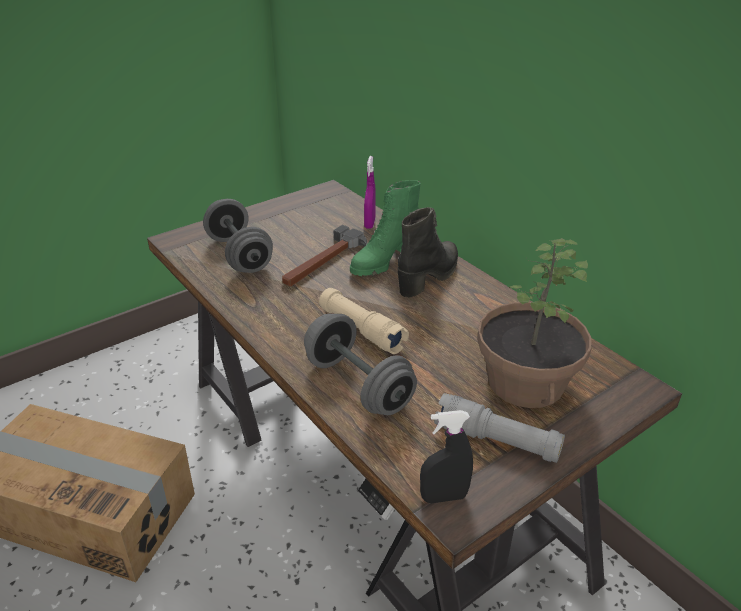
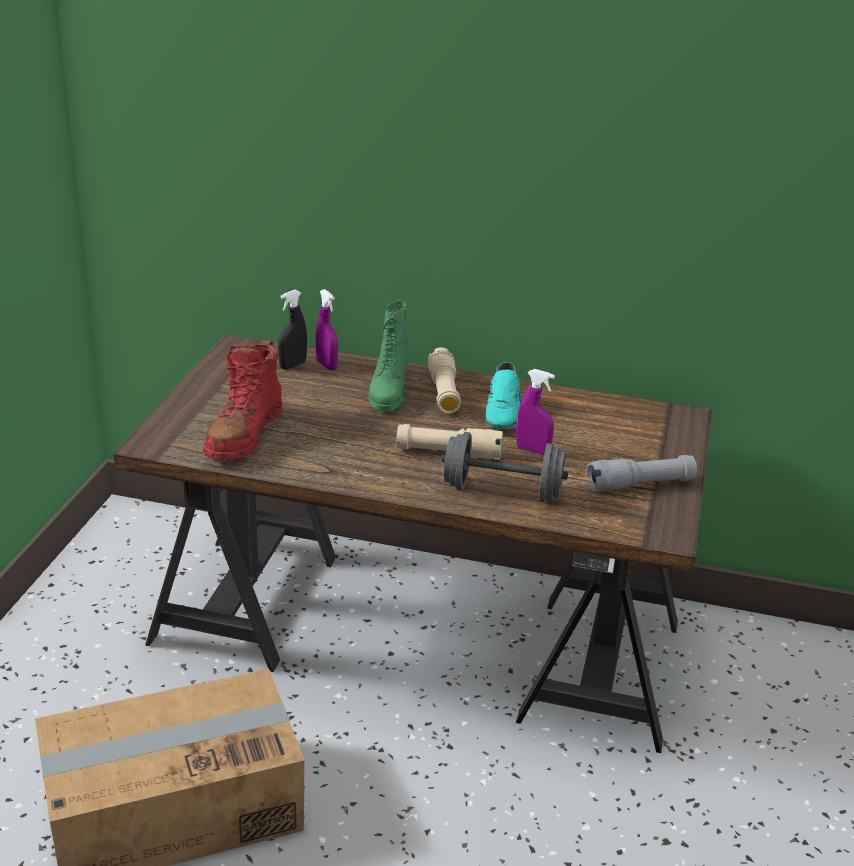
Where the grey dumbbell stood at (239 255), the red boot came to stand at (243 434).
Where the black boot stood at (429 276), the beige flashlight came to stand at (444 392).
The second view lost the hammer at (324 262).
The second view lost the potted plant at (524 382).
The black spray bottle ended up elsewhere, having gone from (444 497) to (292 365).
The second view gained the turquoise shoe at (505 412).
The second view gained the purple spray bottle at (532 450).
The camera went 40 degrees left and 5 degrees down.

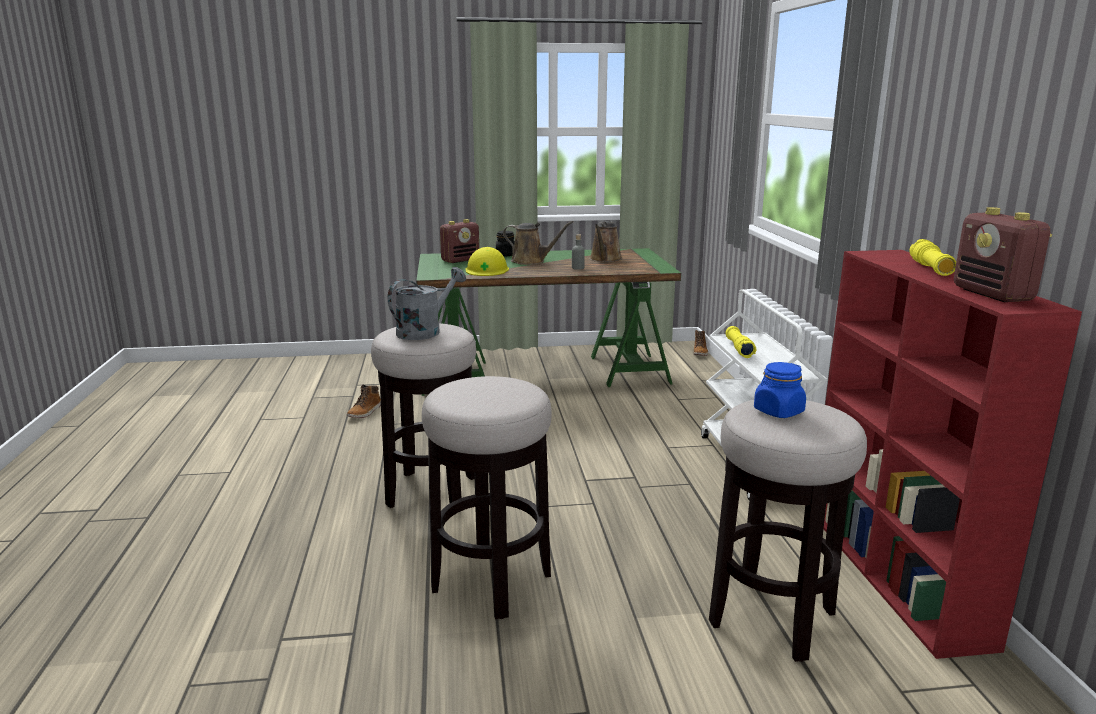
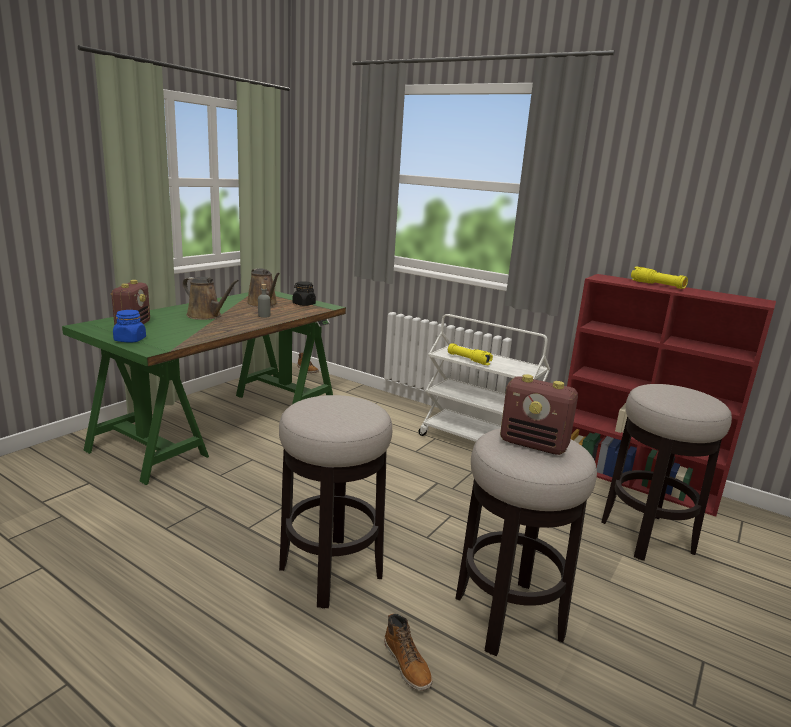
The radio ended up elsewhere, having gone from (993 295) to (534 444).
The brown watering can at (531 261) ended up facing another way, 60 degrees clockwise from before.
The black jar ended up elsewhere, having gone from (505 255) to (303 304).
The second view lost the yellow hard hat at (487 270).
The second view lost the grey watering can at (425 331).
The blue jar ended up elsewhere, having gone from (778 411) to (130 340).
The boot ended up elsewhere, having gone from (365 412) to (407 664).
The camera went 50 degrees left and 0 degrees up.

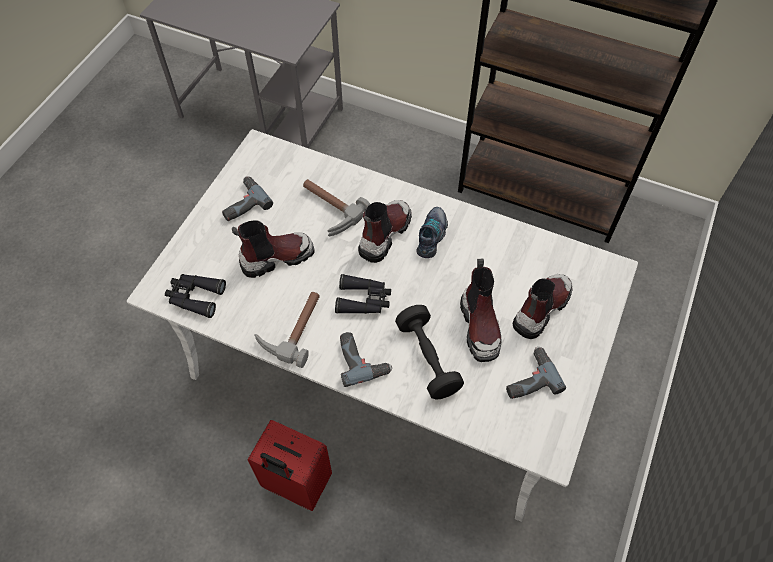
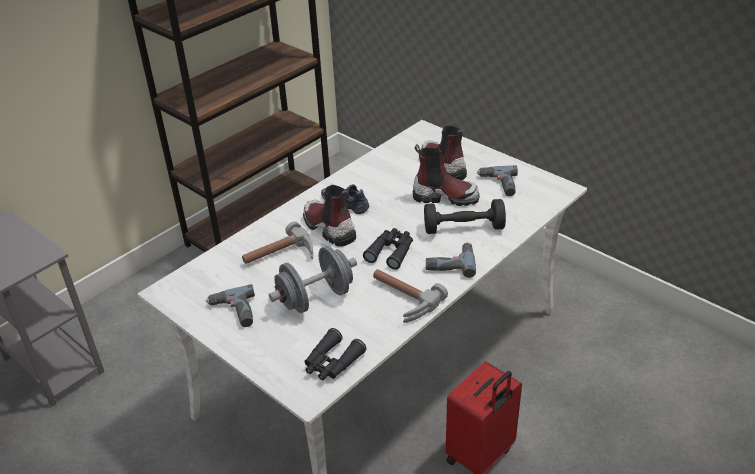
Where the boot stood at (276 257), the grey dumbbell came to stand at (316 298).
The camera went 70 degrees left and 20 degrees down.

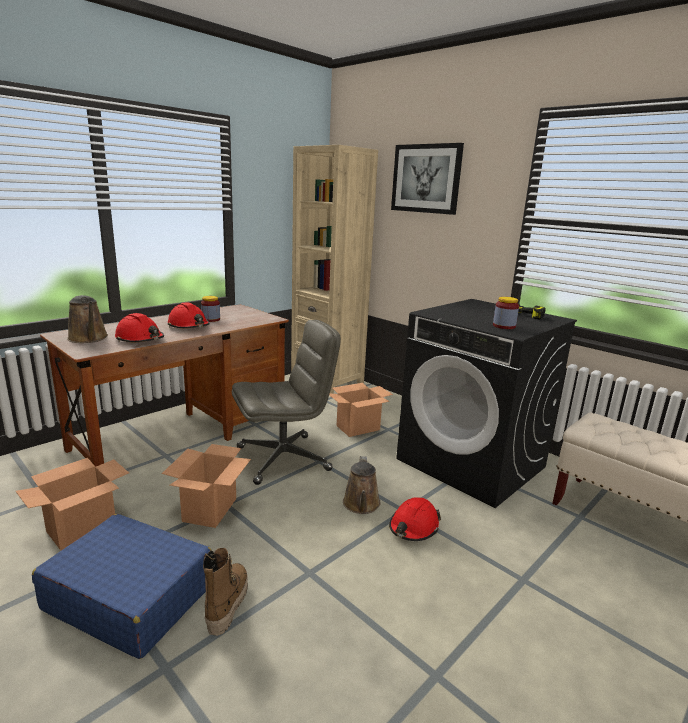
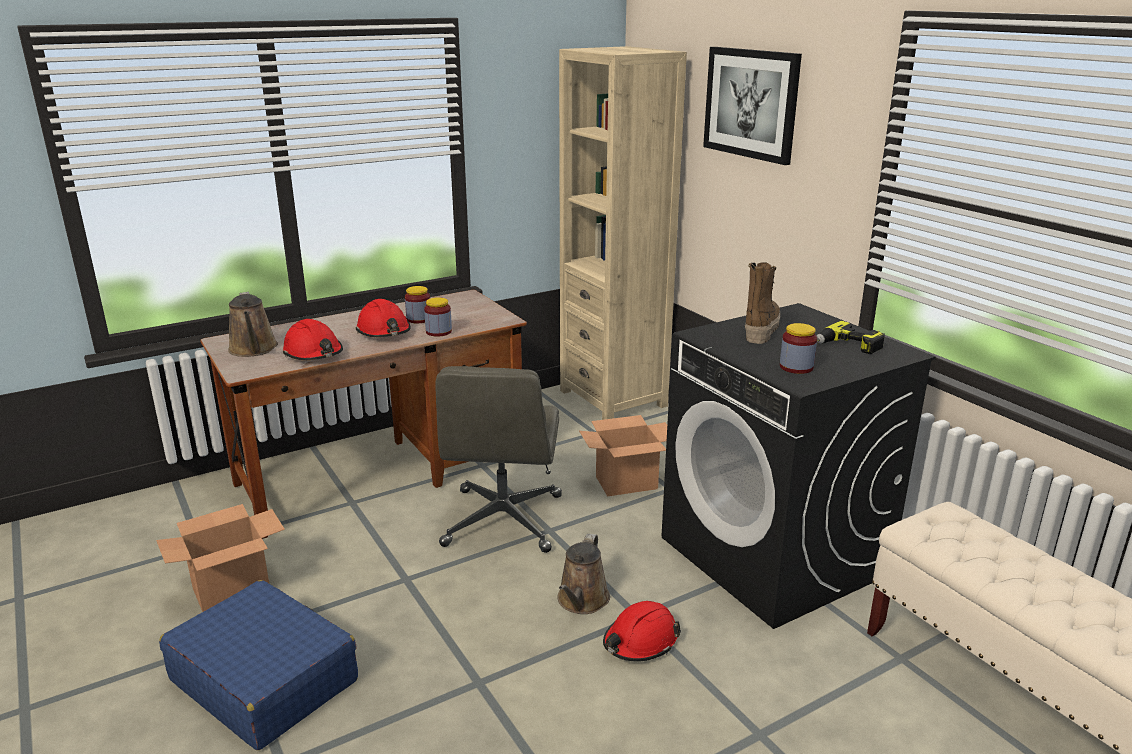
The grey office chair at (284 458) ended up facing another way, 105 degrees clockwise from before.
The second view lost the cardboard box at (210 509).
The boot ended up elsewhere, having gone from (226 604) to (760 330).
The second view gained the jar at (438 332).
The camera went 15 degrees right and 5 degrees up.

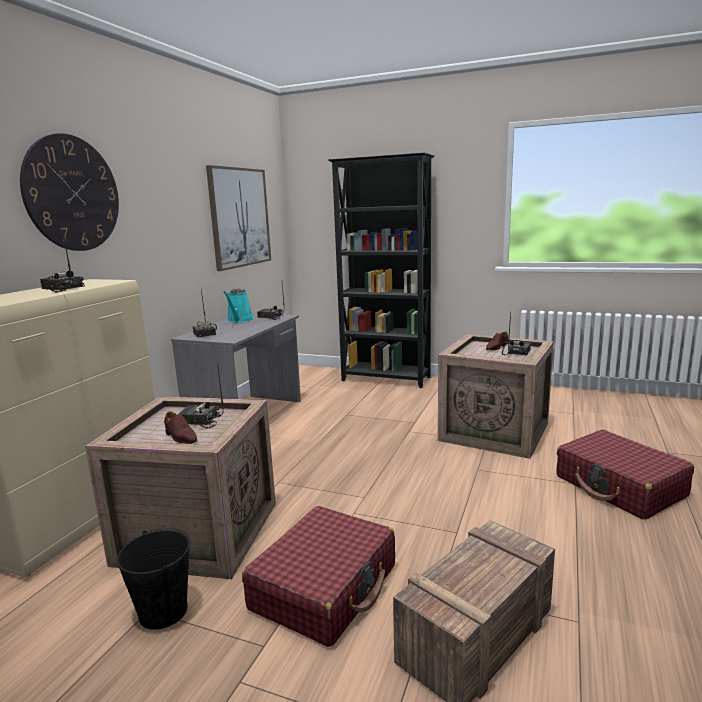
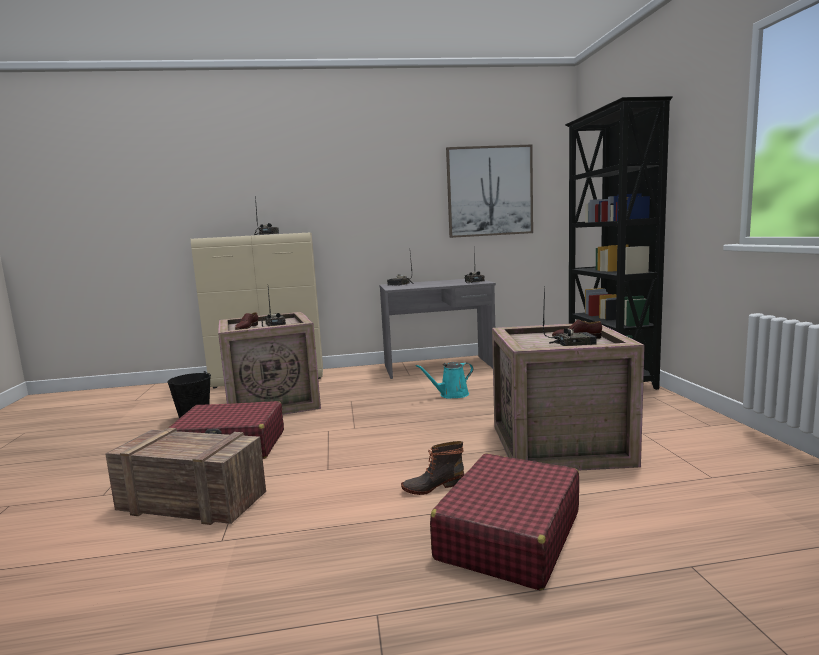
The second view lost the wall clock at (72 193).
The turquoise watering can ended up elsewhere, having gone from (239 320) to (451 395).
The second view gained the boot at (432 486).
The camera went 60 degrees right and 5 degrees down.

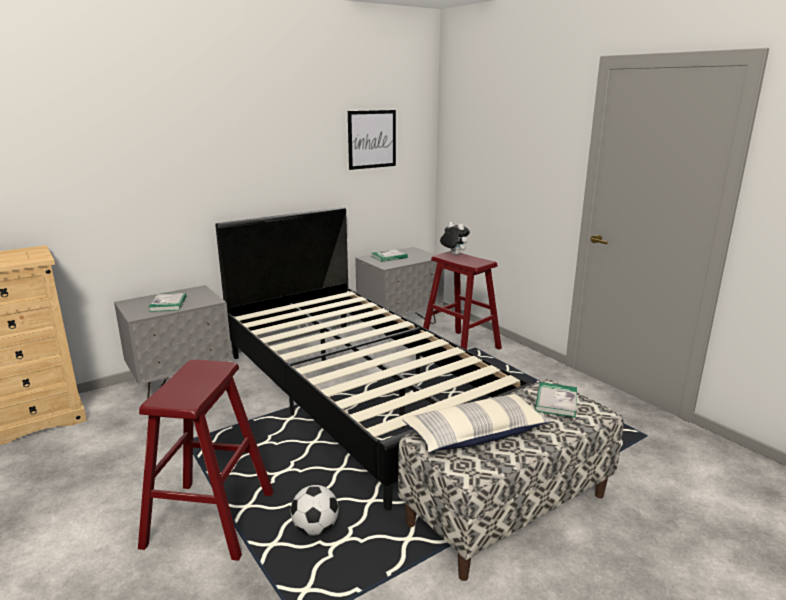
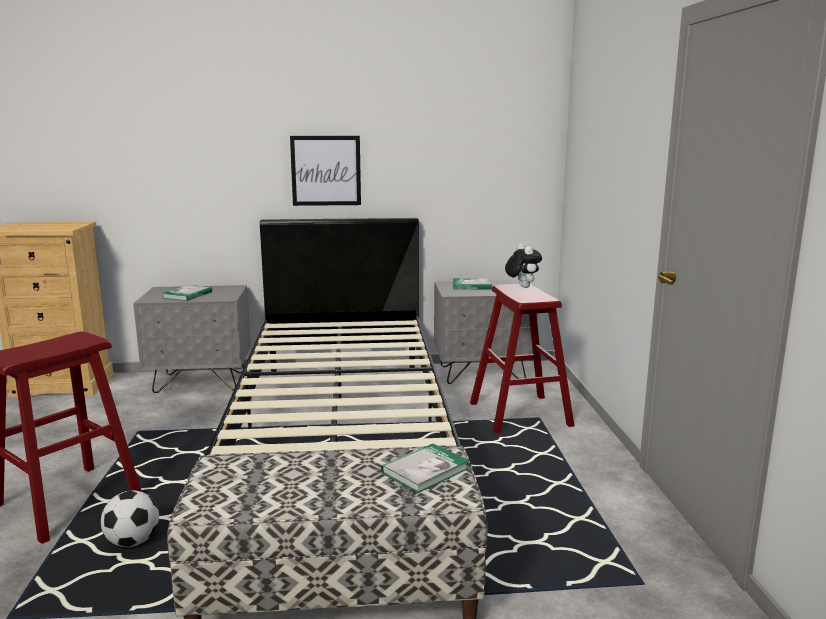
The picture ended up elsewhere, having gone from (372 139) to (326 170).
The second view lost the pillow at (475 434).
The camera went 30 degrees right and 5 degrees down.

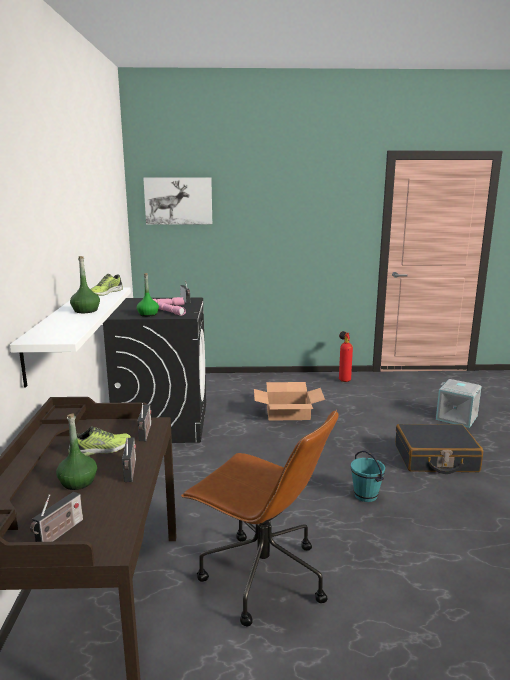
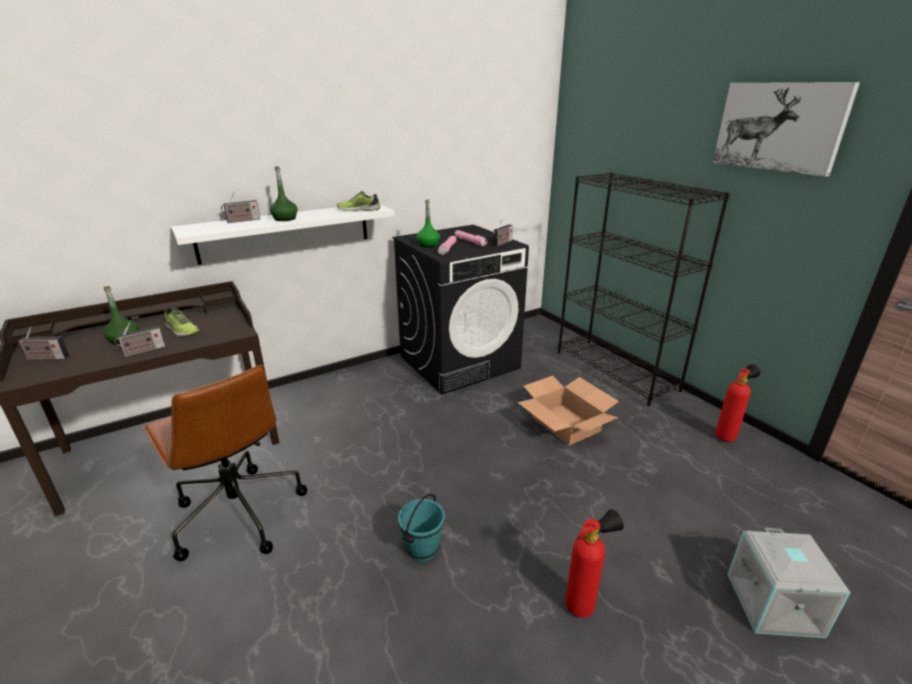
The picture ended up elsewhere, having gone from (178 201) to (779 127).
The radio ended up elsewhere, having gone from (145 433) to (242 221).
The brown office chair at (261 576) ended up facing another way, 45 degrees counterclockwise from before.
Where the black suitcase stood at (435 459), the fire extinguisher came to stand at (584 604).
The second view gained the black bookcase at (616 370).
The camera went 60 degrees right and 10 degrees up.

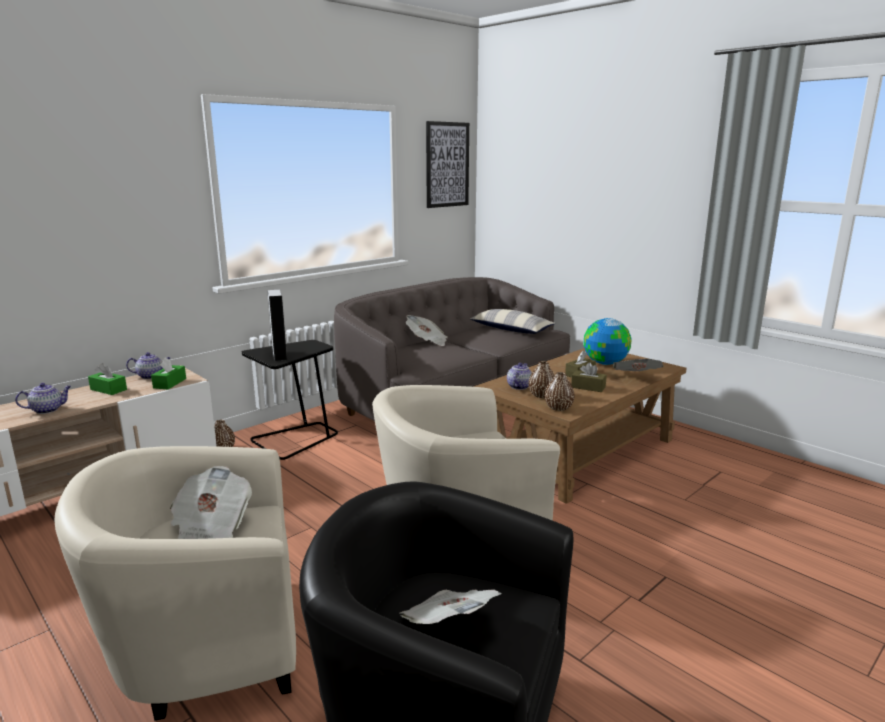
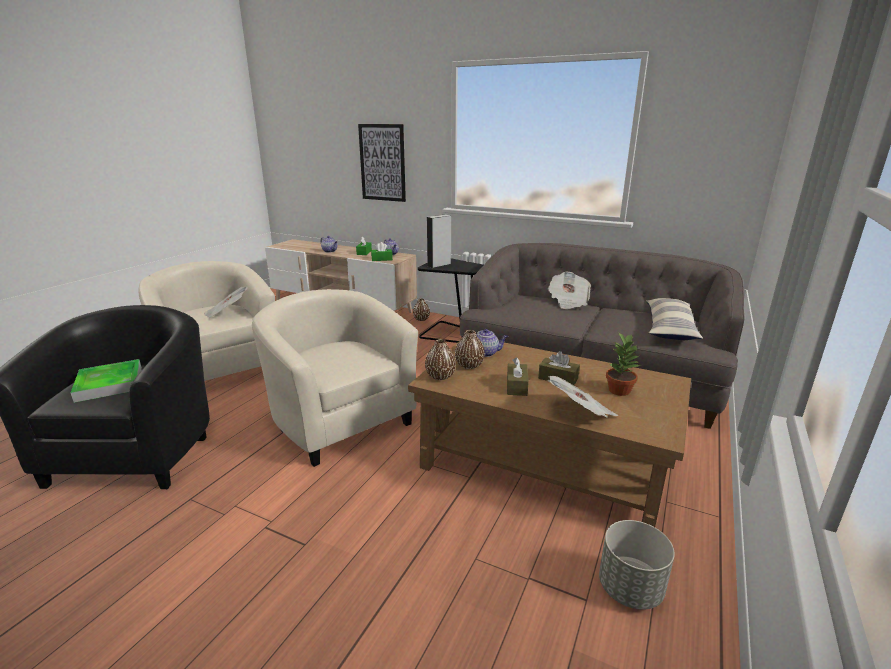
The picture ended up elsewhere, having gone from (447 165) to (382 163).
Where the globe stood at (604 363), the potted plant came to stand at (619 390).
Where the newspaper stood at (449 626), the tray came to stand at (109 384).
The second view gained the grey planter at (630 589).
The camera went 70 degrees right and 5 degrees up.

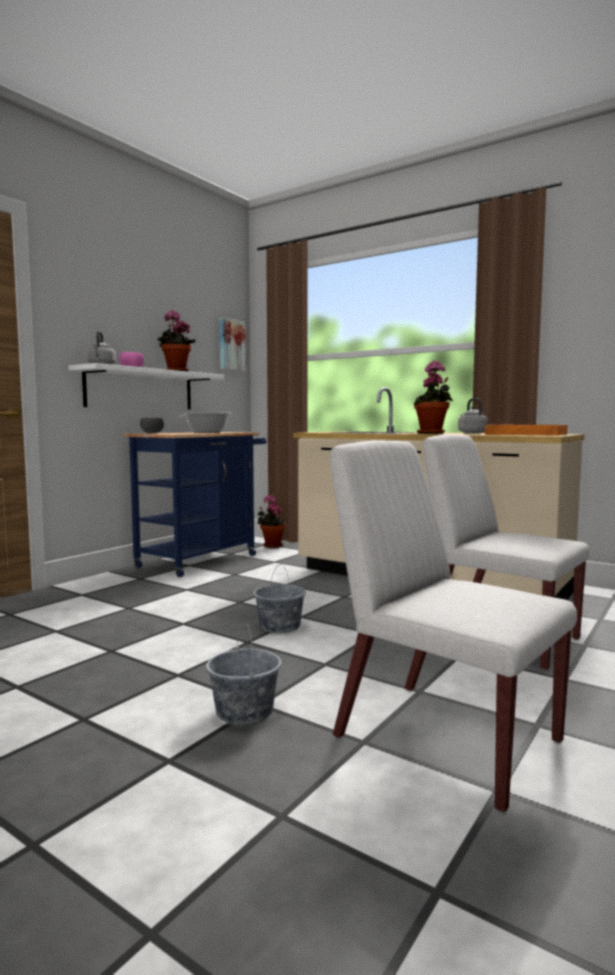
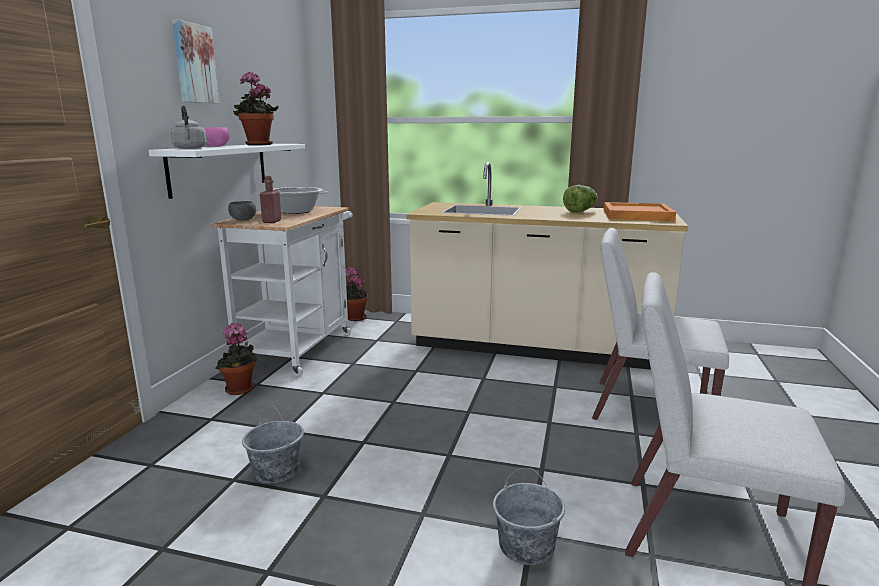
The picture ended up elsewhere, having gone from (231 345) to (194 64).
The potted plant ended up elsewhere, having gone from (432 433) to (240 390).
Where the grey kettle stood at (471 433), the lettuce came to stand at (580 211).
What was the blue cart at (202 559) turned into the white cart at (300 346).
The grey bucket ended up elsewhere, having gone from (279 626) to (276 470).
The second view gained the red bottle at (272 221).
The camera went 20 degrees left and 10 degrees up.

